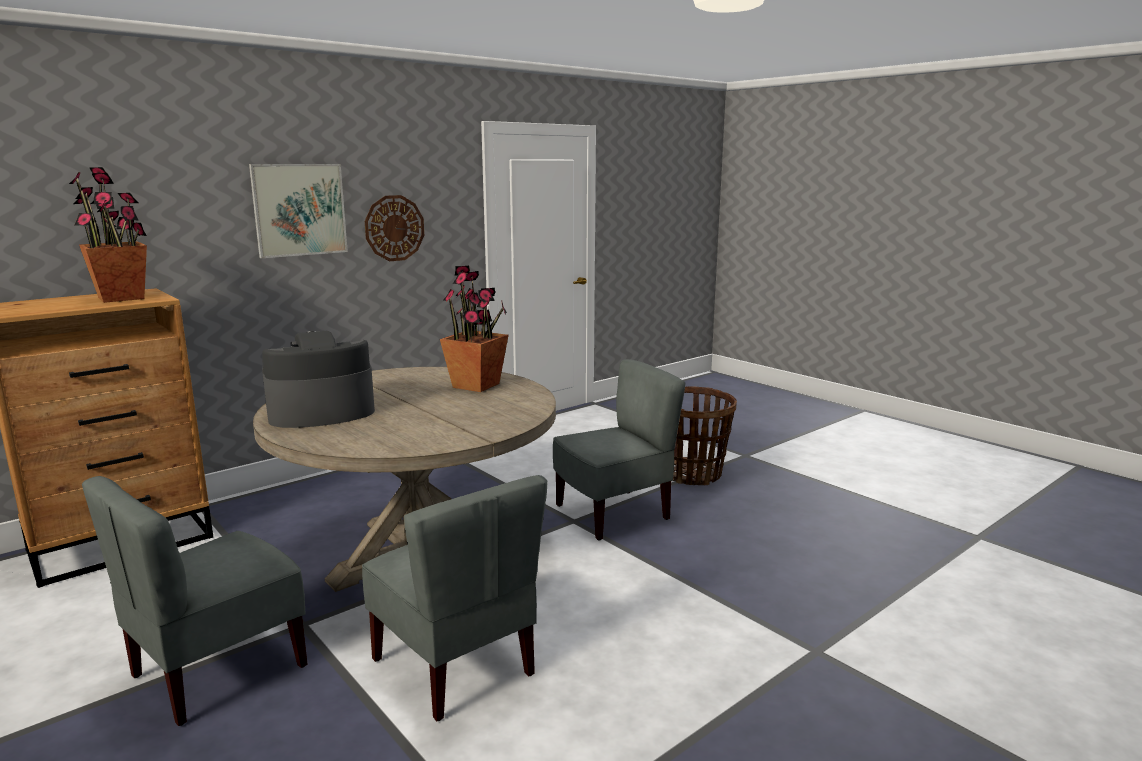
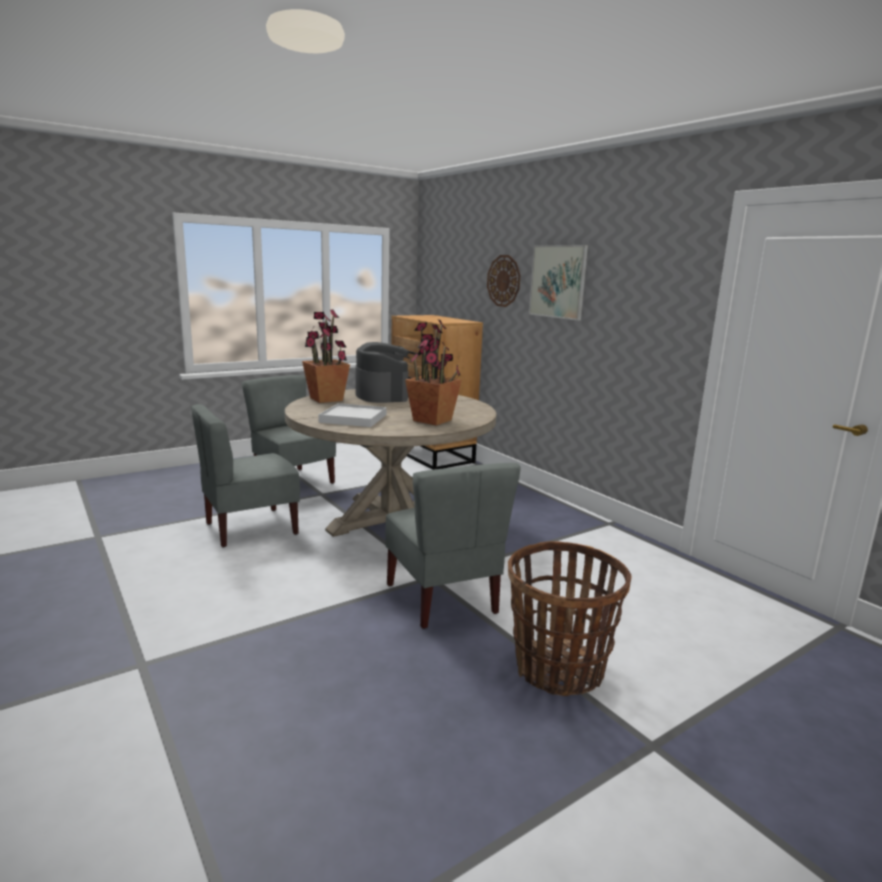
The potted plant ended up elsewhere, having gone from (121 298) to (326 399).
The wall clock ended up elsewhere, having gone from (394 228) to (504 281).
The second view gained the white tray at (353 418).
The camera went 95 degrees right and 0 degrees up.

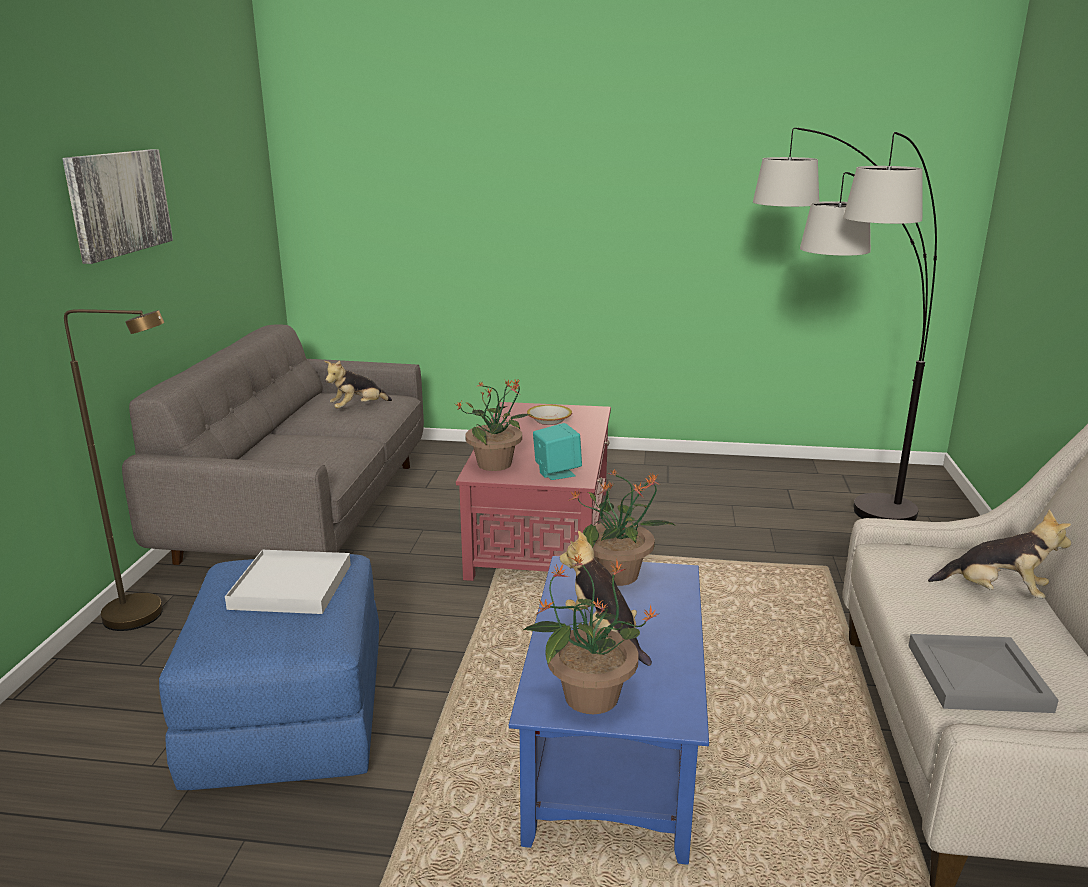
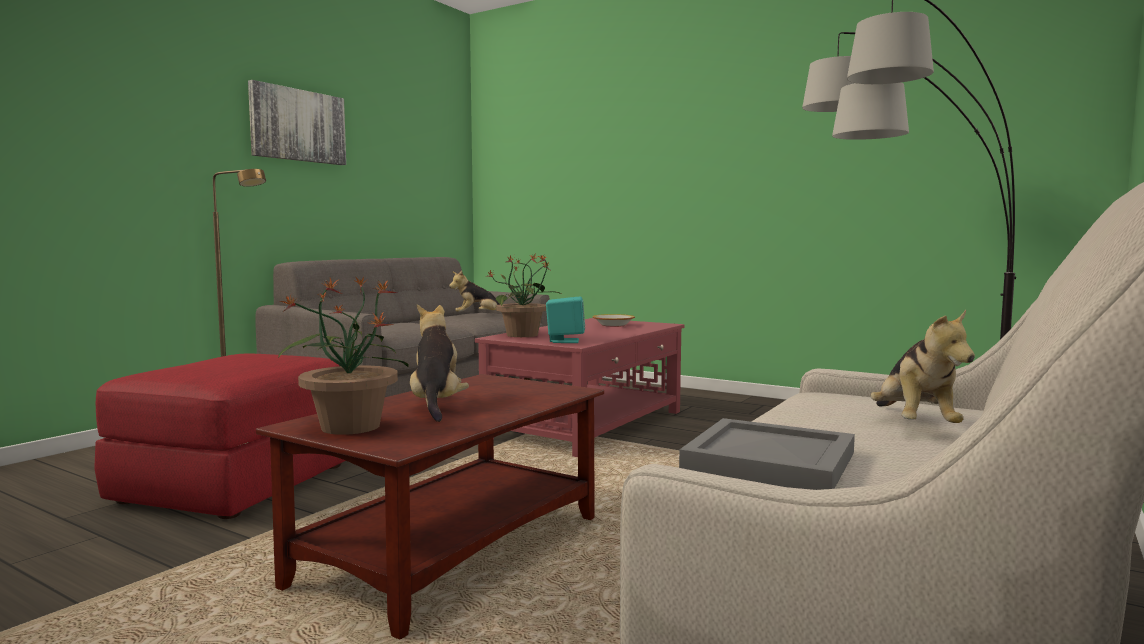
The second view lost the potted plant at (618 575).
The plush toy at (996 592) ended up facing another way, 45 degrees clockwise from before.
The second view lost the white tray at (292 586).
What was the blue ottoman at (288 716) turned into the red ottoman at (238 483).
What was the blue coffee table at (614 750) turned into the brown coffee table at (451 552).
The camera went 25 degrees right and 15 degrees down.

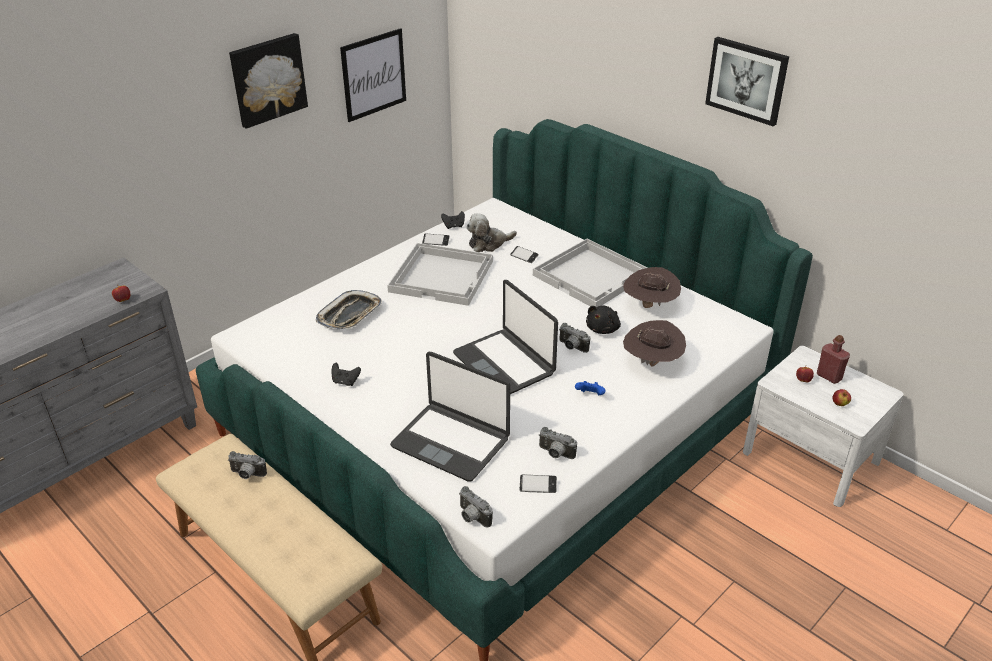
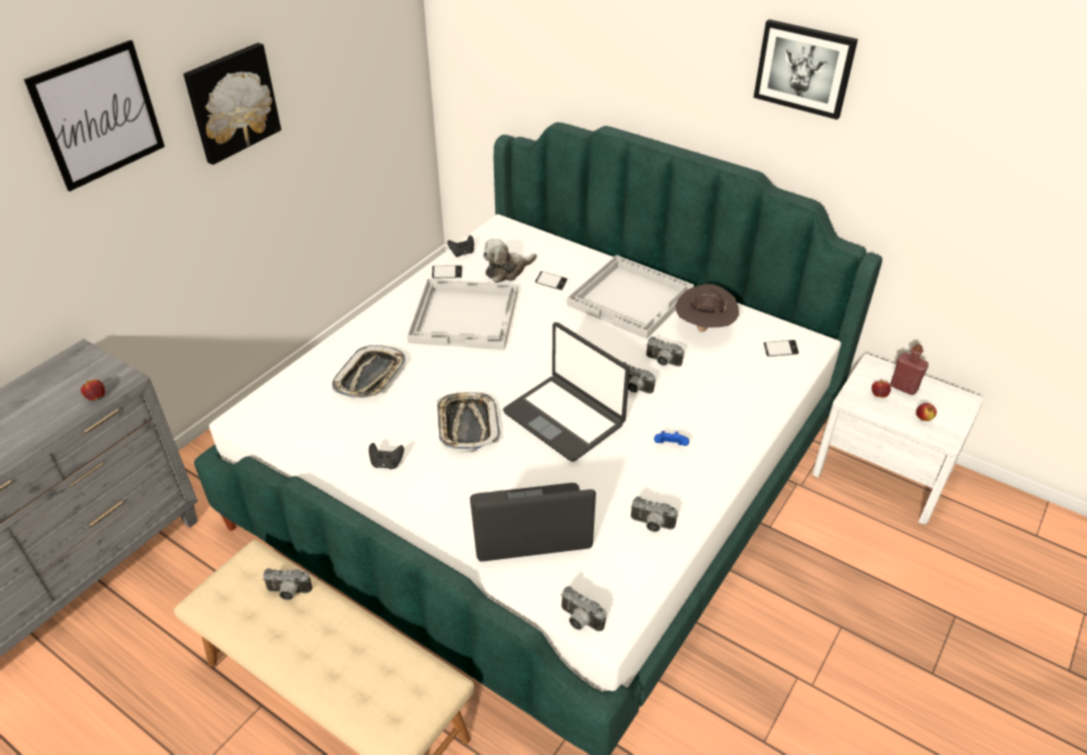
The picture ended up elsewhere, having gone from (374 74) to (98 115).
Where the black plush toy stood at (603 329), the photo camera came to stand at (662 362).
The second view lost the brown hat at (652 363).
The laptop at (451 442) ended up facing another way, 150 degrees clockwise from before.
The phone ended up elsewhere, having gone from (538 486) to (780 350).
The second view gained the tray at (467 425).
The camera went 10 degrees left and 5 degrees up.

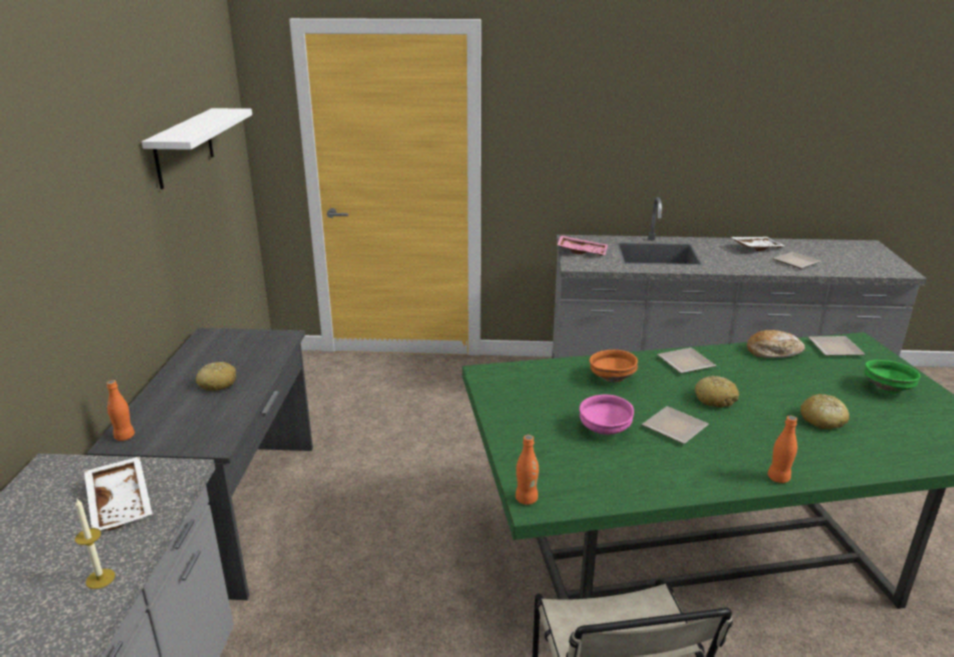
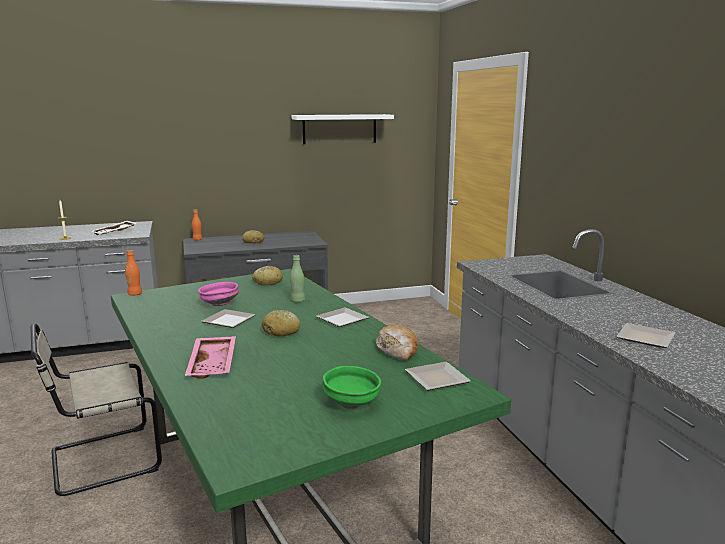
The pink tray ended up elsewhere, having gone from (582 251) to (214 364).
The second view lost the white tray at (756 248).
Where the orange bowl stood at (611 378), the green bottle came to stand at (297 301).
The bread ended up elsewhere, having gone from (822 420) to (267 282).
The second view lost the orange bottle at (778 478).
The camera went 70 degrees right and 10 degrees down.

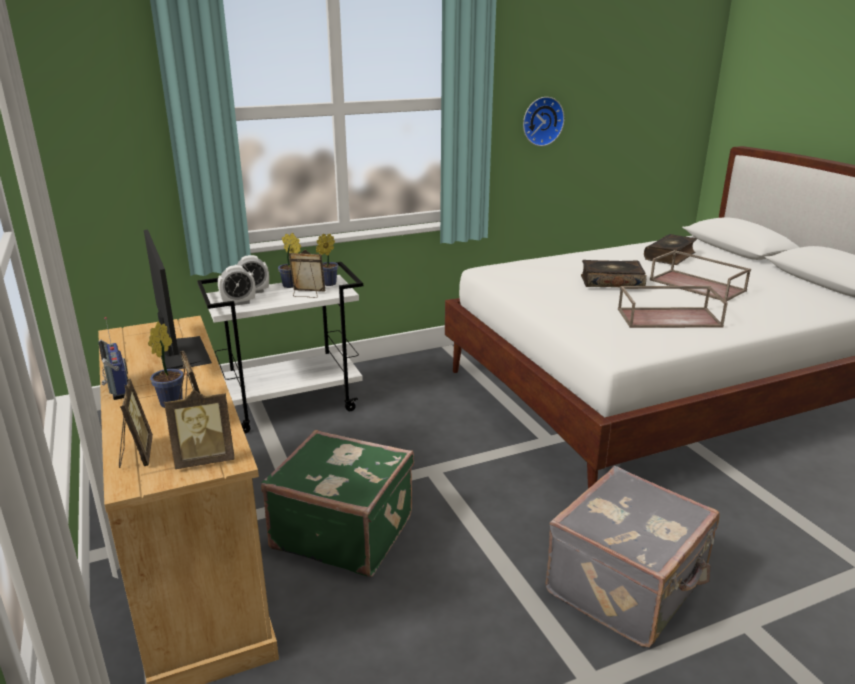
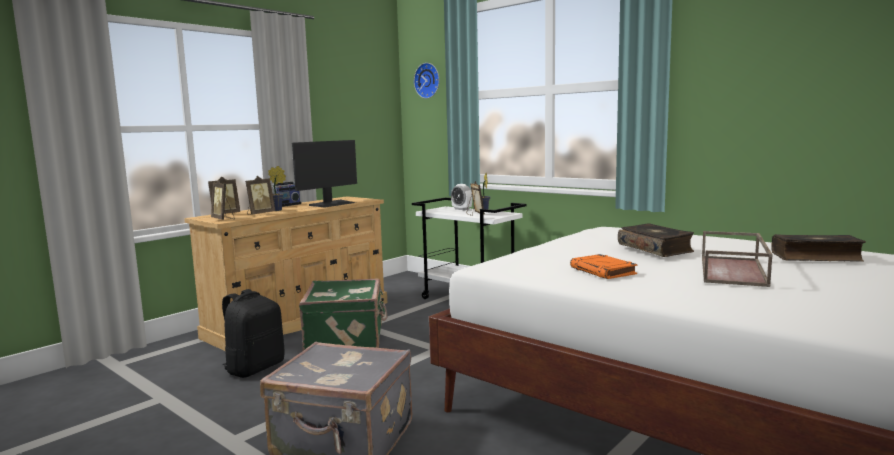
The wall clock ended up elsewhere, having gone from (541 121) to (428 80).
The second view lost the potted plant at (327 284).
The second view lost the alarm clock at (238 303).
Where the brown tray stood at (669 317), the orange book came to stand at (603 271).
The second view gained the black backpack at (255 368).
The camera went 65 degrees right and 15 degrees down.

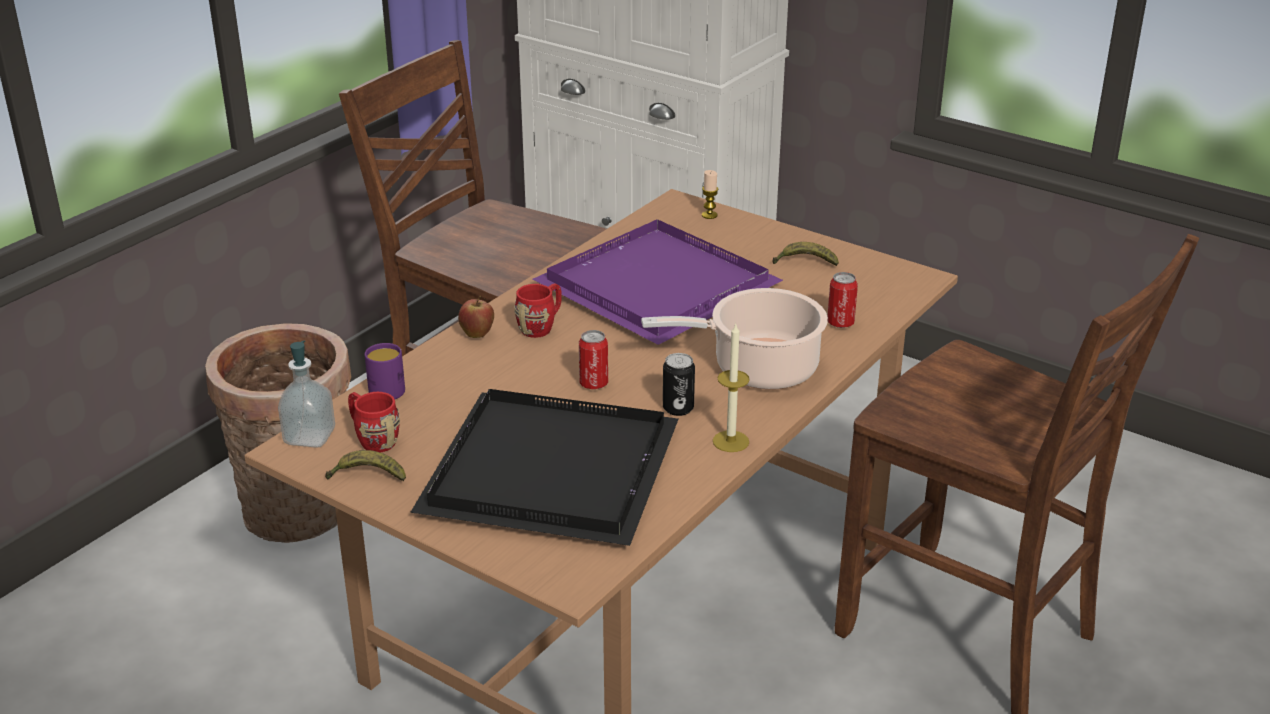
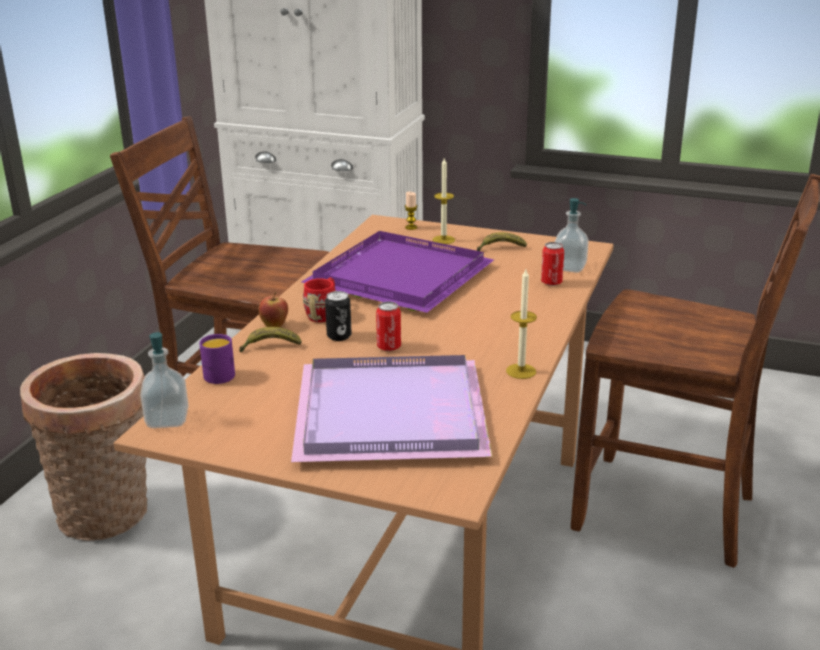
The second view lost the cooking pot at (758 369).
The can ended up elsewhere, having gone from (678 408) to (339 336).
What was the black tray at (553 475) turned into the purple tray at (394 416).
The second view lost the red mug at (372 438).
The banana ended up elsewhere, having gone from (367 476) to (270 346).
The second view gained the candle at (443 240).
The second view gained the soap dispenser at (569 267).
The camera went 15 degrees left and 5 degrees down.

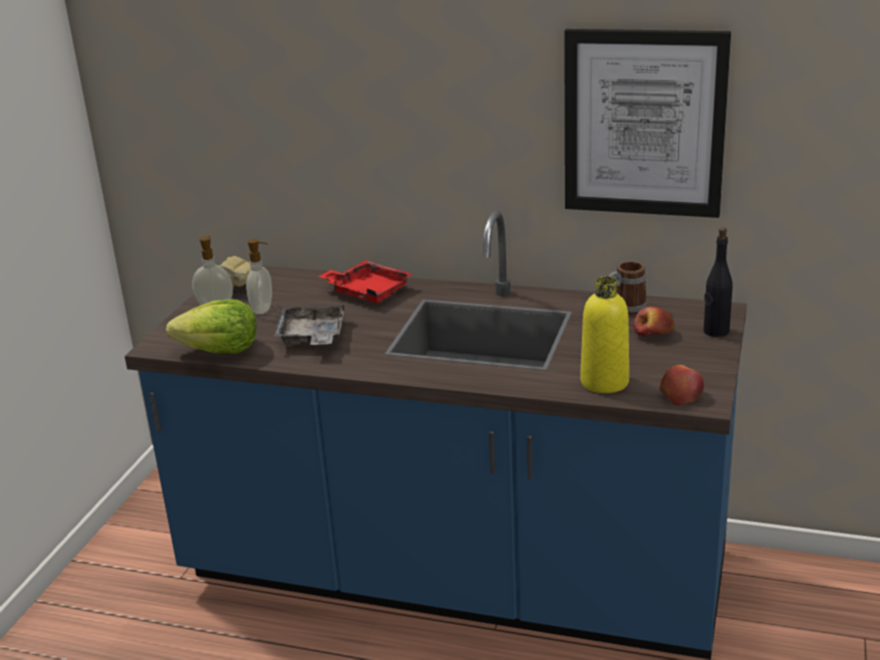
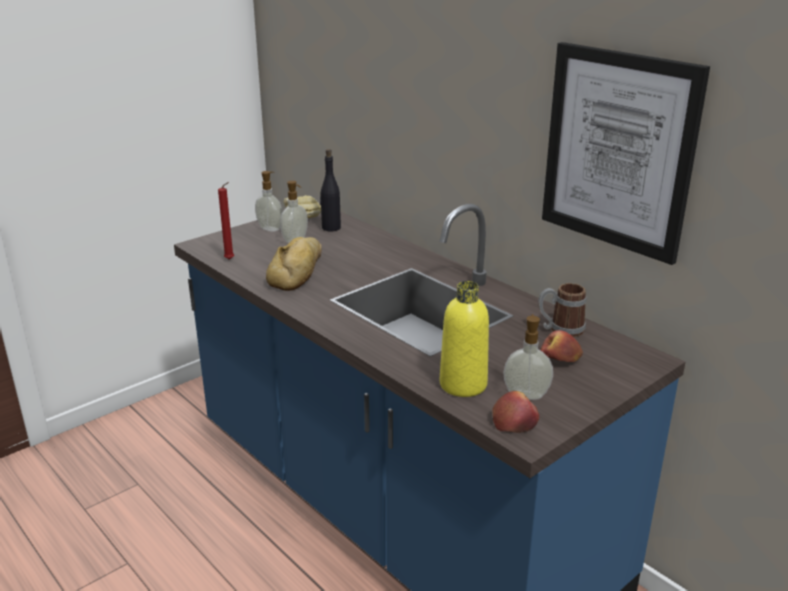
The black bottle ended up elsewhere, having gone from (715 331) to (331 228).
The second view lost the red tray at (368 291).
Where the lettuce stood at (220 350), the red candle came to stand at (230 260).
Where the grey tray stood at (312 337), the bread came to stand at (298 271).
The second view gained the soap dispenser at (526 394).
The camera went 30 degrees right and 0 degrees up.

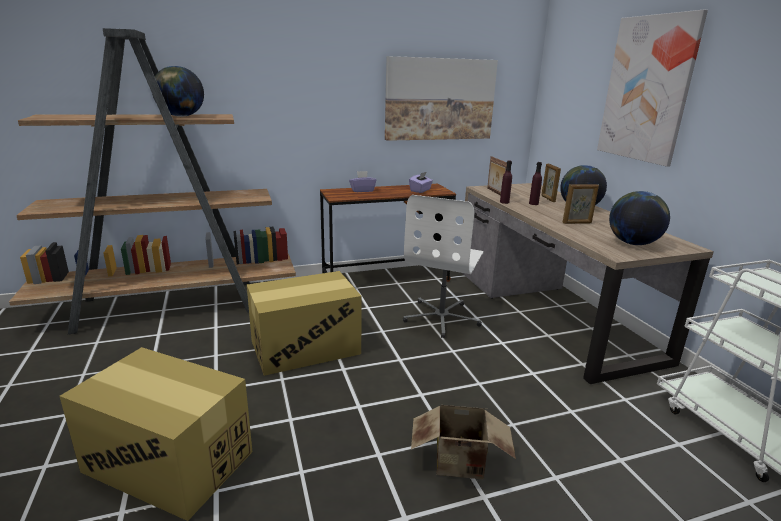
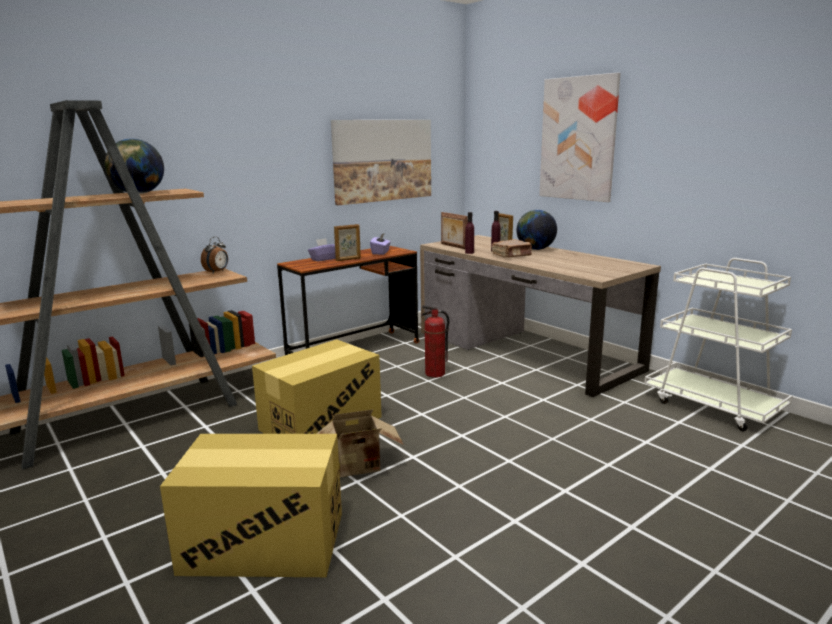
The picture frame ended up elsewhere, having gone from (577 223) to (348 259).
The second view lost the globe at (632 243).
Where the white office chair stood at (442 318), the fire extinguisher came to stand at (435 374).
The cardboard box ended up elsewhere, having gone from (461 465) to (359 467).
The second view gained the alarm clock at (217 272).
The second view gained the brown book at (512 255).
The camera went 20 degrees left and 5 degrees down.

